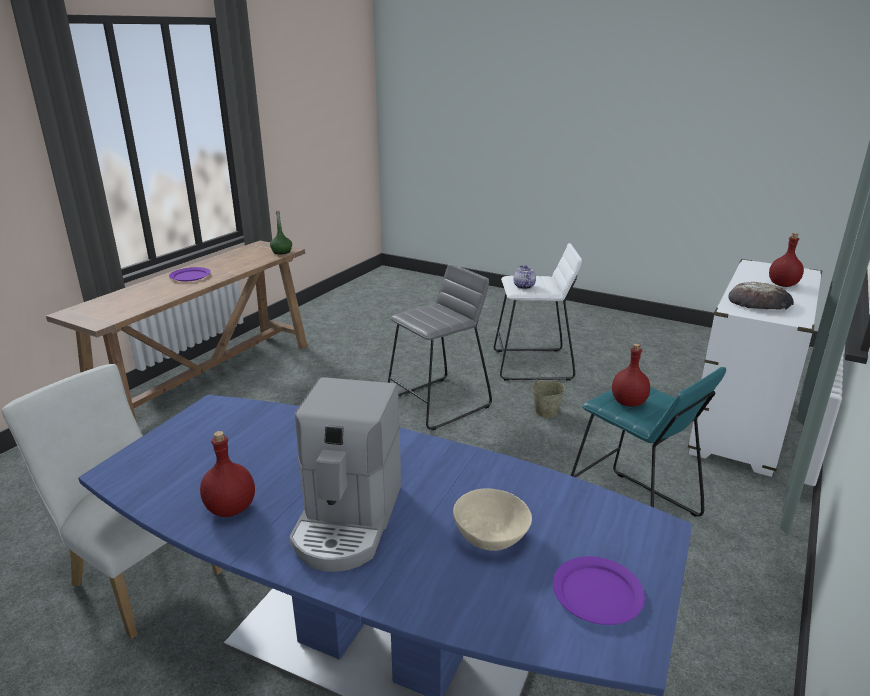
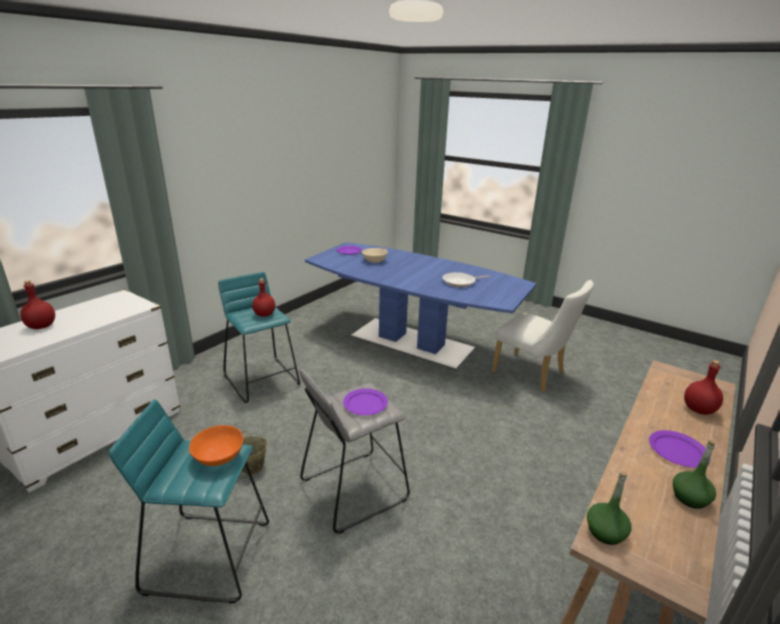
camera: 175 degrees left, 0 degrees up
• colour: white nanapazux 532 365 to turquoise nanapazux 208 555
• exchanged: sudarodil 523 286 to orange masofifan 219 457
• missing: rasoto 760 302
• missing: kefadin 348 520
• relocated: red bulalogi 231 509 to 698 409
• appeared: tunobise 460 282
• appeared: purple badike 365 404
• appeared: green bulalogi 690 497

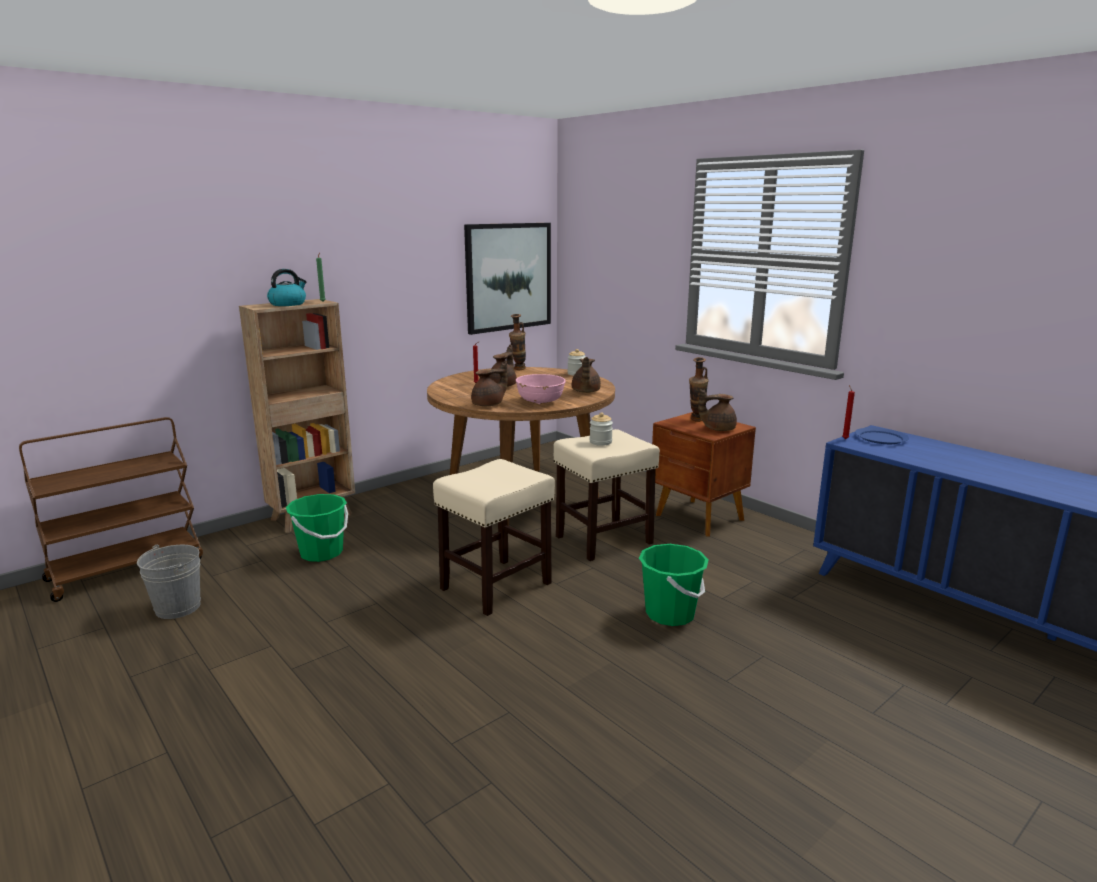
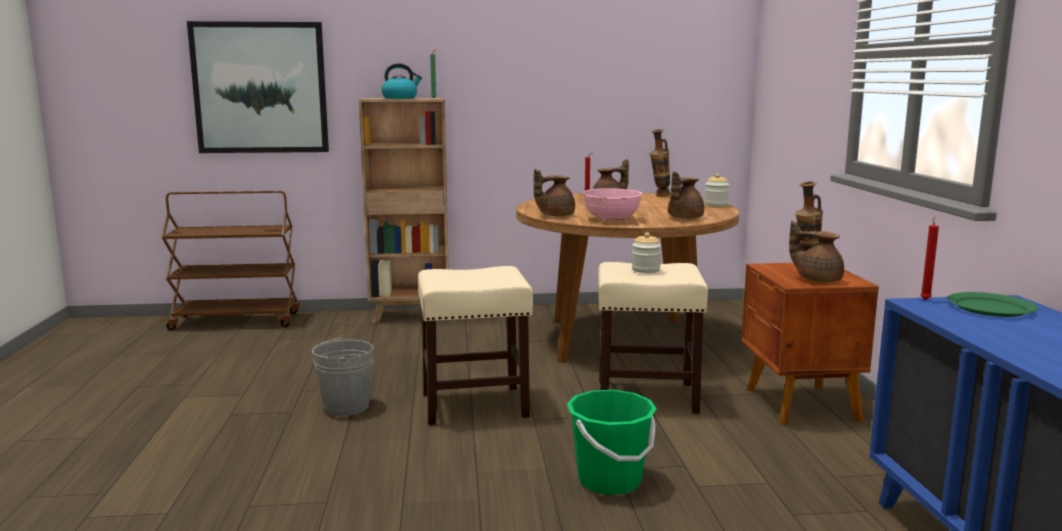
camera: 35 degrees right, 5 degrees down
• relocated: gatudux 508 277 to 260 88
• spun: brown sudarodil 489 404 = 555 215 150 degrees clockwise
• colour: blue badike 880 438 to green badike 990 308
• missing: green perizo 321 553
• relocated: grey perizo 178 607 to 346 407

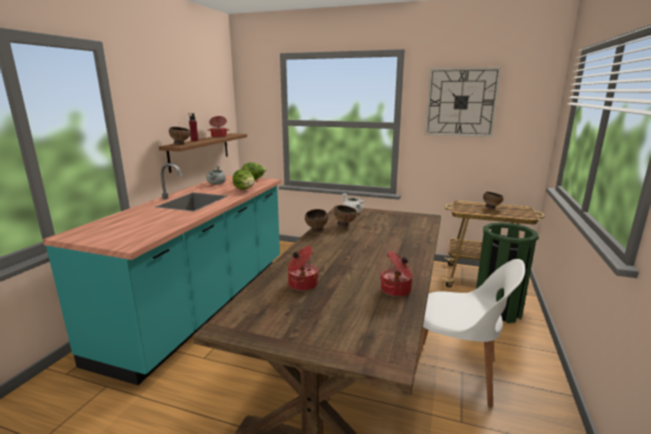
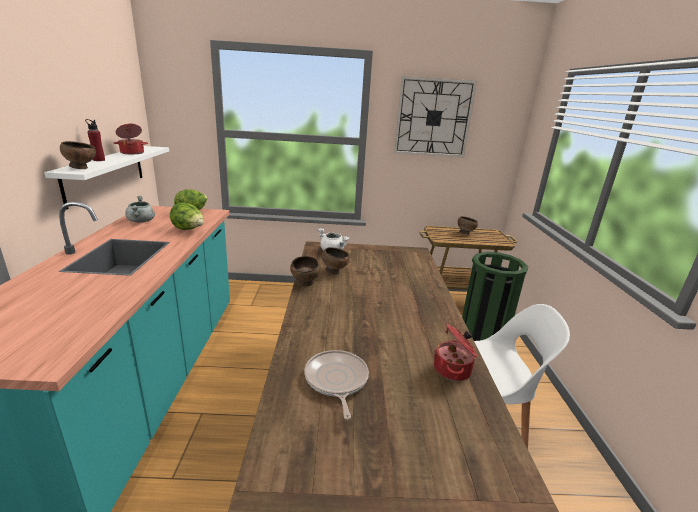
camera: 20 degrees left, 5 degrees up
• colour: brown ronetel 200 151 to white ronetel 105 174
• exchanged: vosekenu 302 284 to tunobise 336 380

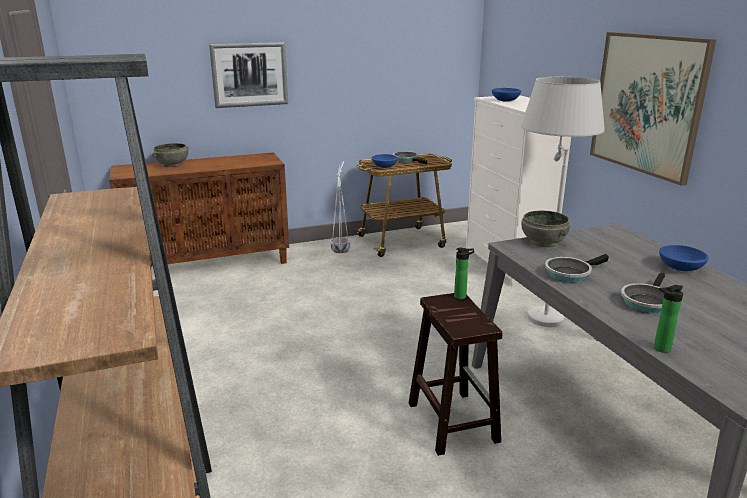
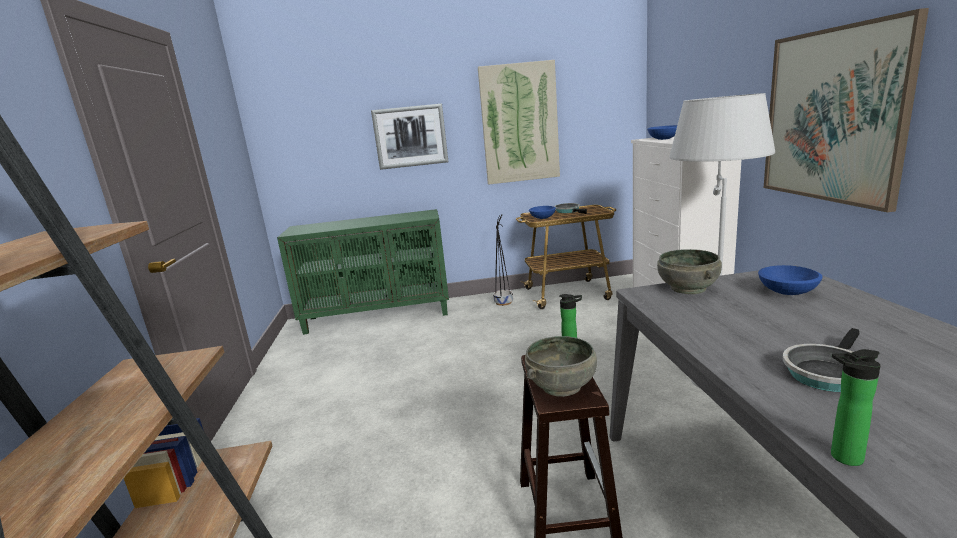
camera: 15 degrees right, 5 degrees down
• relocated: grey masofifan 172 165 to 562 386
• colour: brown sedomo 210 264 to green sedomo 378 316
• colour: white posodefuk 341 250 to black posodefuk 504 302
• relocated: blue masofifan 681 268 to 788 292
• missing: tunobise 570 273
• appeared: gatudux 519 123

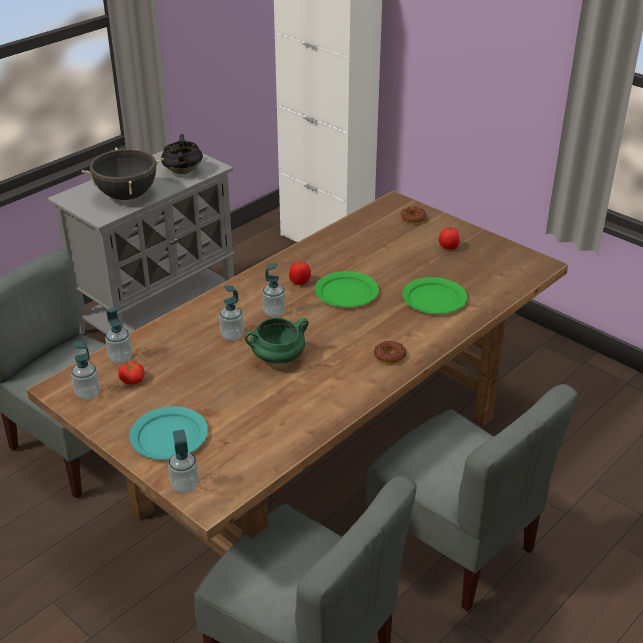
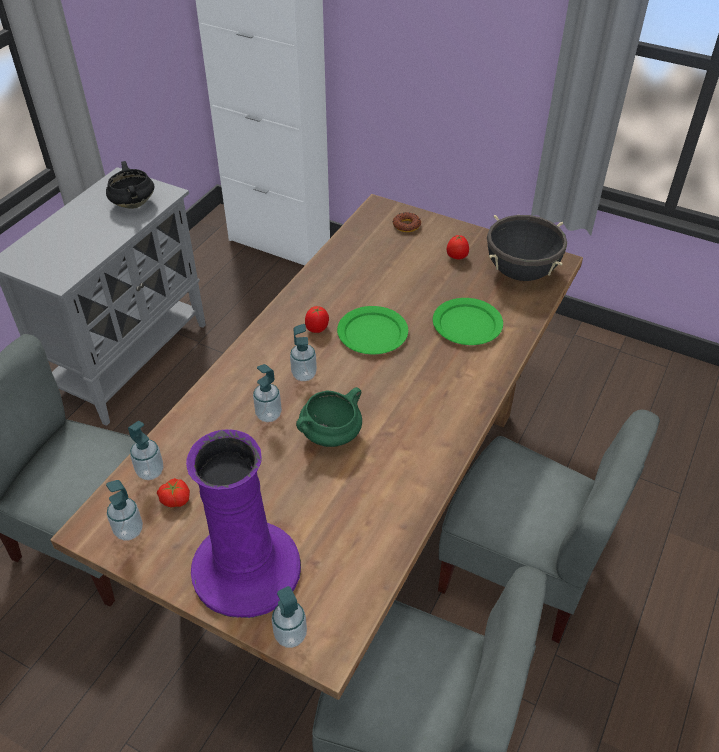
camera: 15 degrees left, 10 degrees up
• relocated: black vosekenu 127 196 to 521 272
• missing: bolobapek 389 355
• exchanged: turquoise badike 170 436 to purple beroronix 247 569

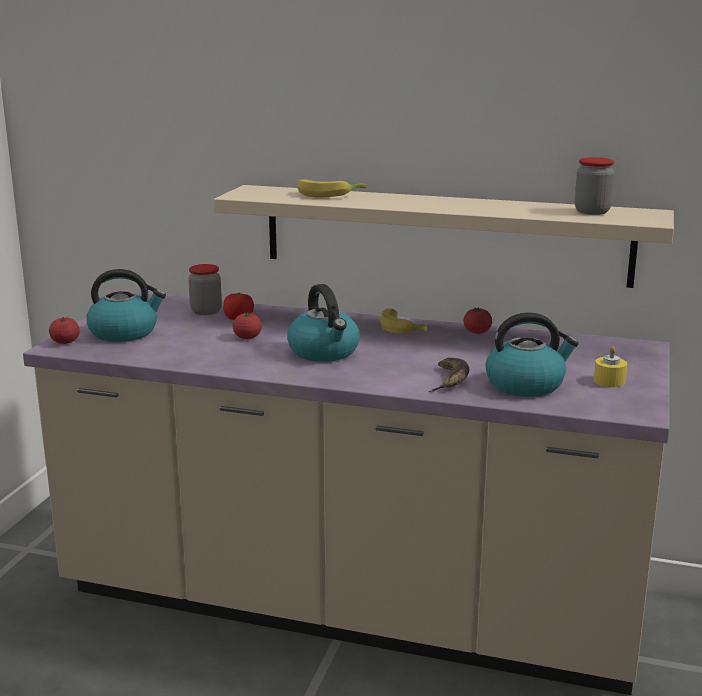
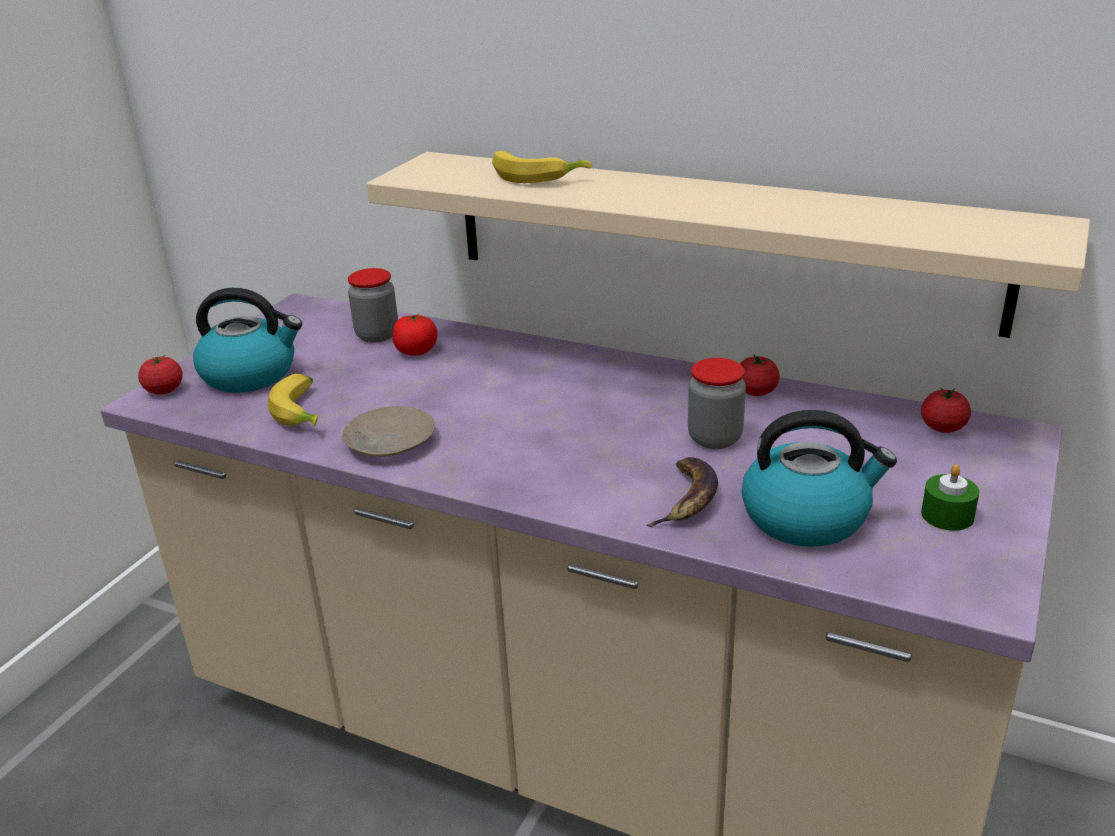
camera: 10 degrees right, 10 degrees up
• relocated: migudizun 592 211 to 714 438
• missing: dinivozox 324 352
• relocated: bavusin 403 329 to 304 412
• relocated: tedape 247 337 to 943 427
• colour: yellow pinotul 609 381 to green pinotul 947 515
• appeared: beige badike 389 442

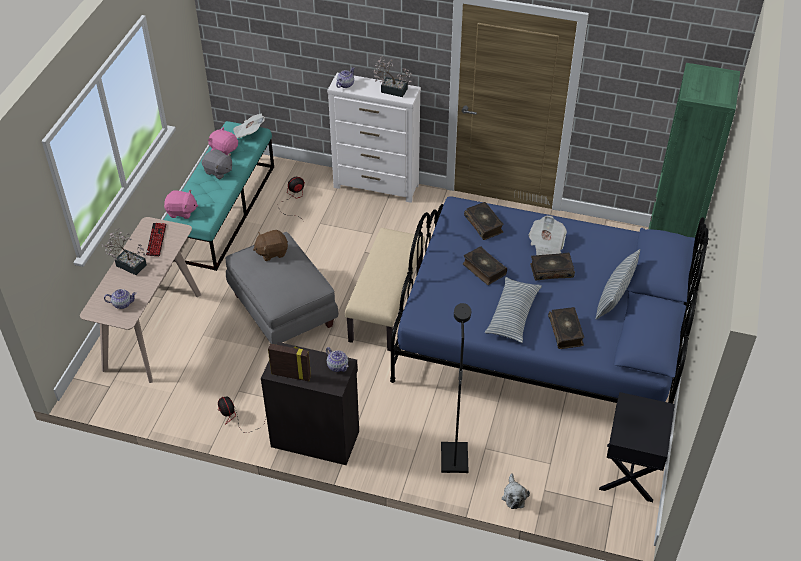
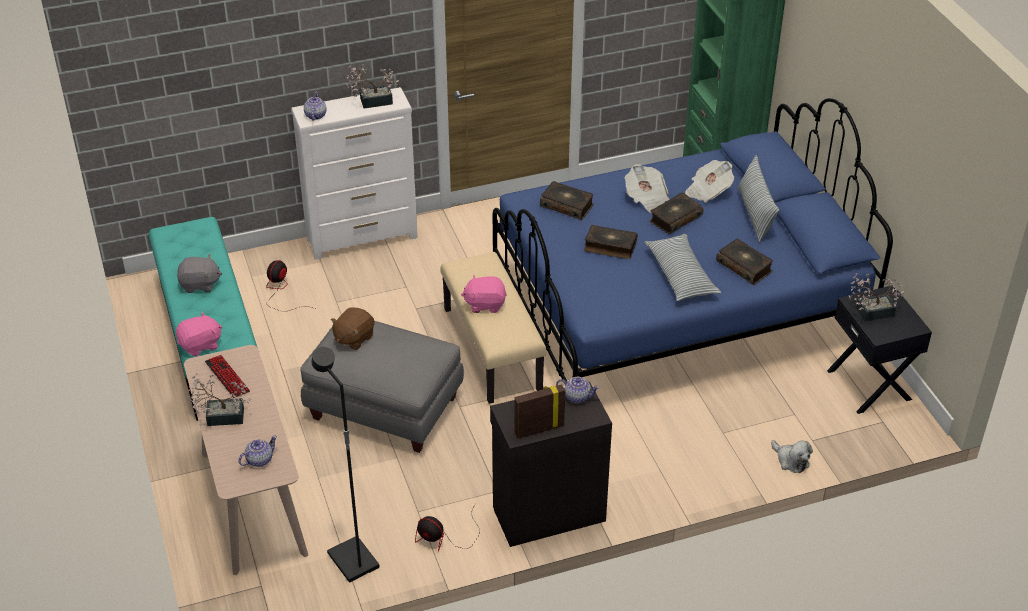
camera: 35 degrees left, 5 degrees down
• relocated: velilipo 249 133 to 708 191
• relocated: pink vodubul 224 150 to 485 304
• relocated: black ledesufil 453 458 to 352 561
• appeared: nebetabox 870 312

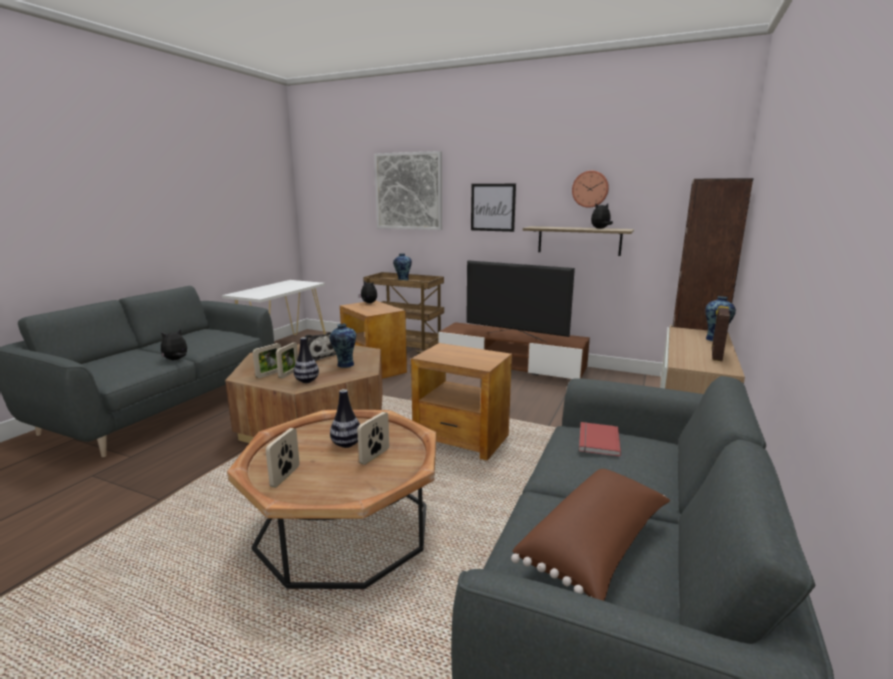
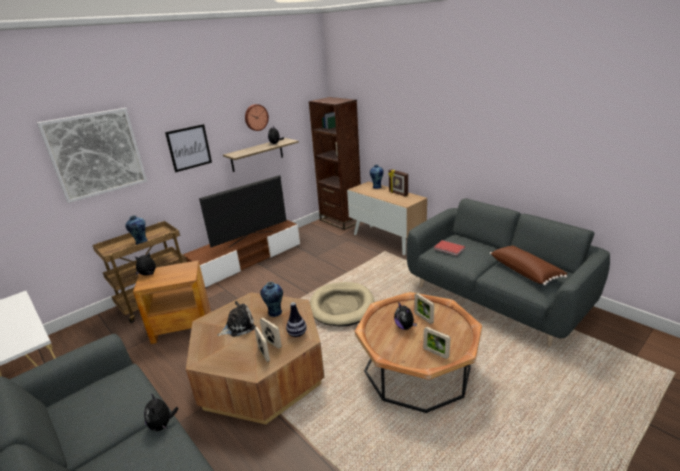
camera: 65 degrees left, 10 degrees up
• exchanged: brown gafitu 461 439 to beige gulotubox 342 306
• exchanged: beroronix 346 444 to vodubul 405 327

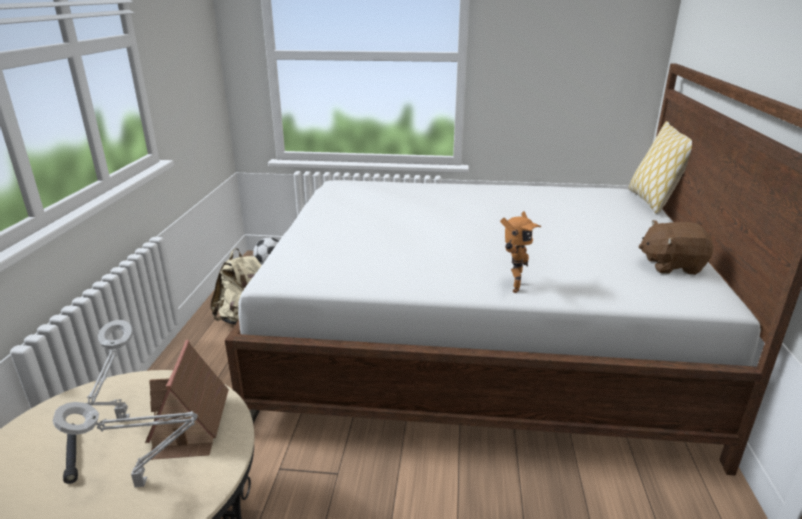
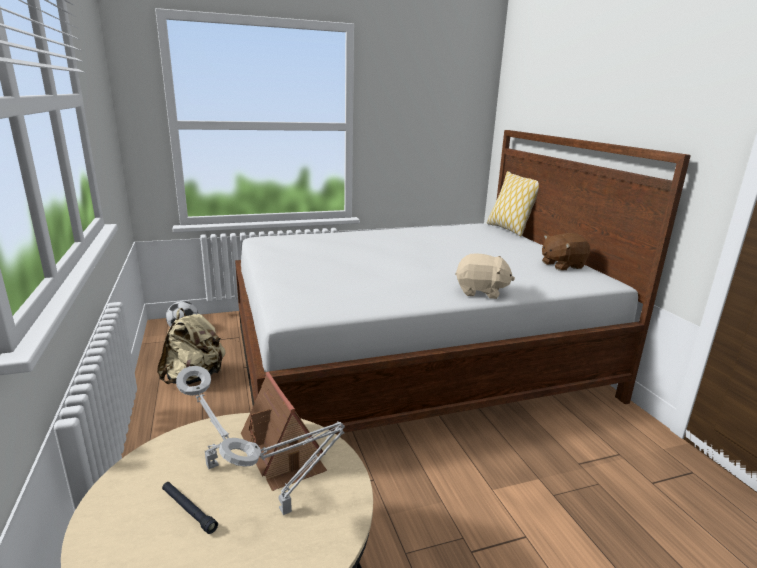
camera: 25 degrees left, 5 degrees down
• exchanged: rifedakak 512 287 to beige vodubul 481 292

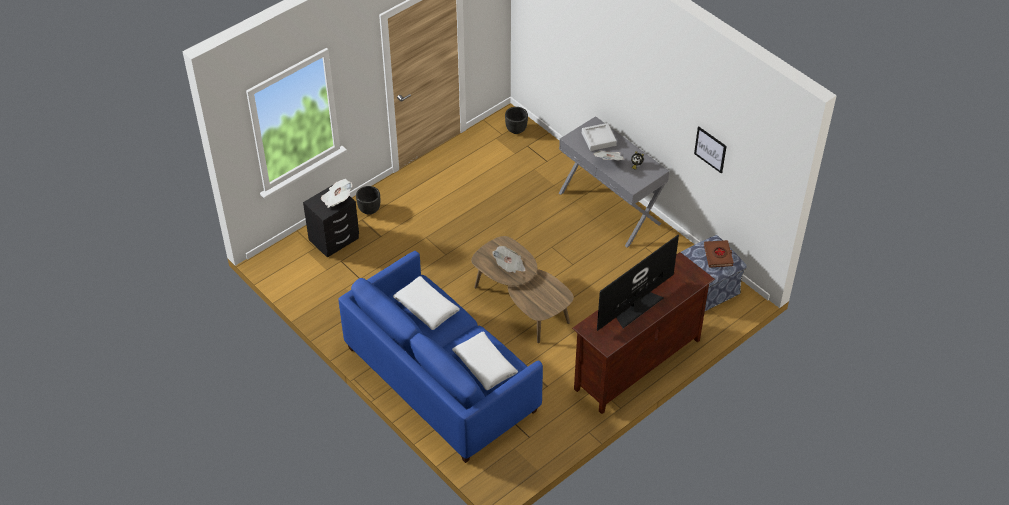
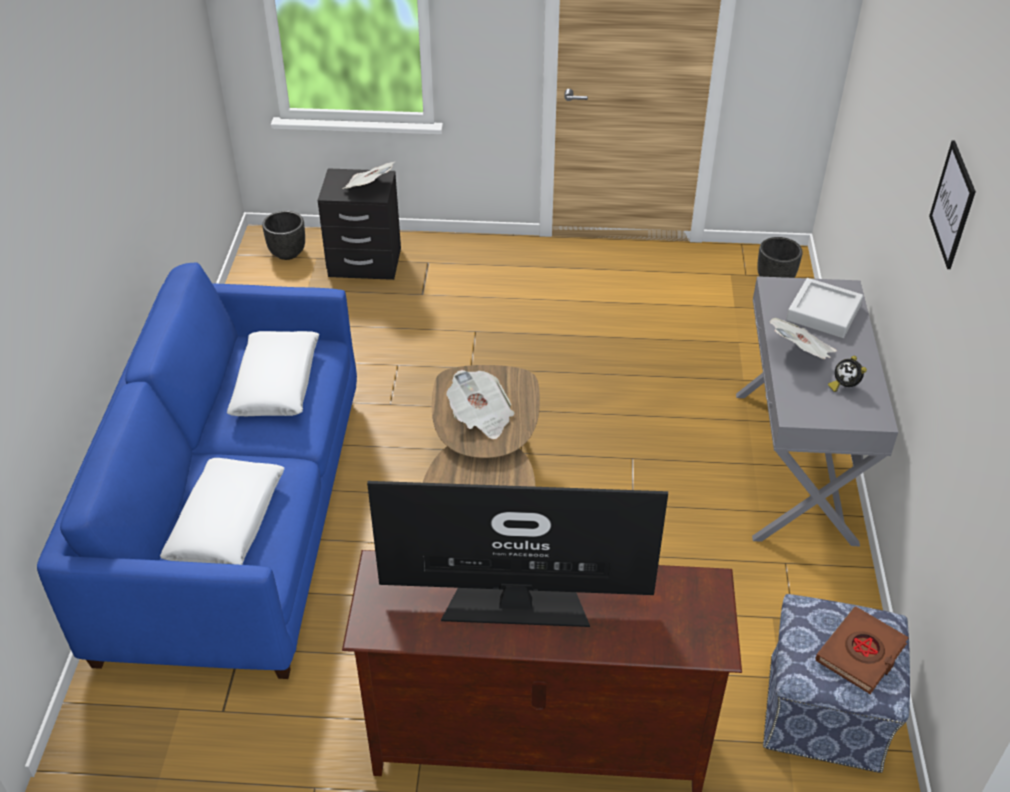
camera: 45 degrees right, 5 degrees down
• relocated: gatudux 710 149 to 952 204
• relocated: black posodefuk 369 209 to 288 253

